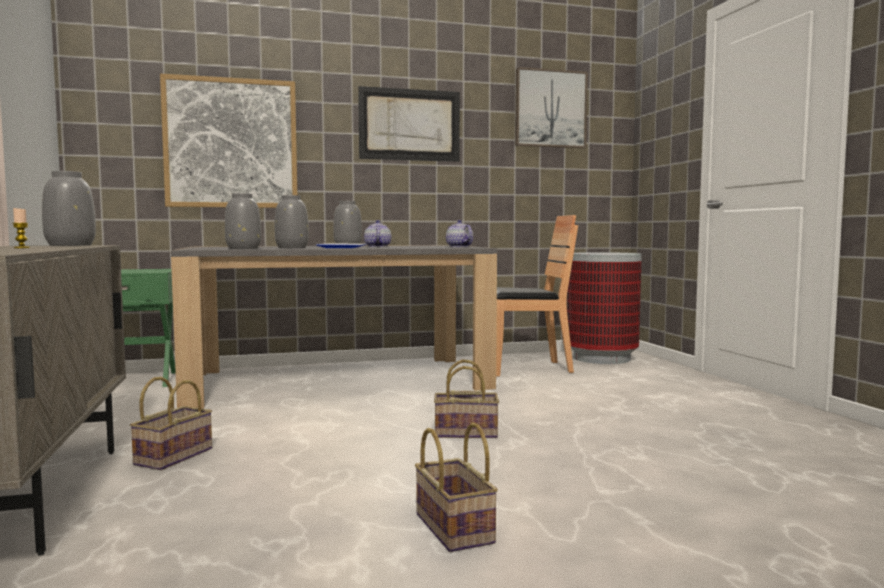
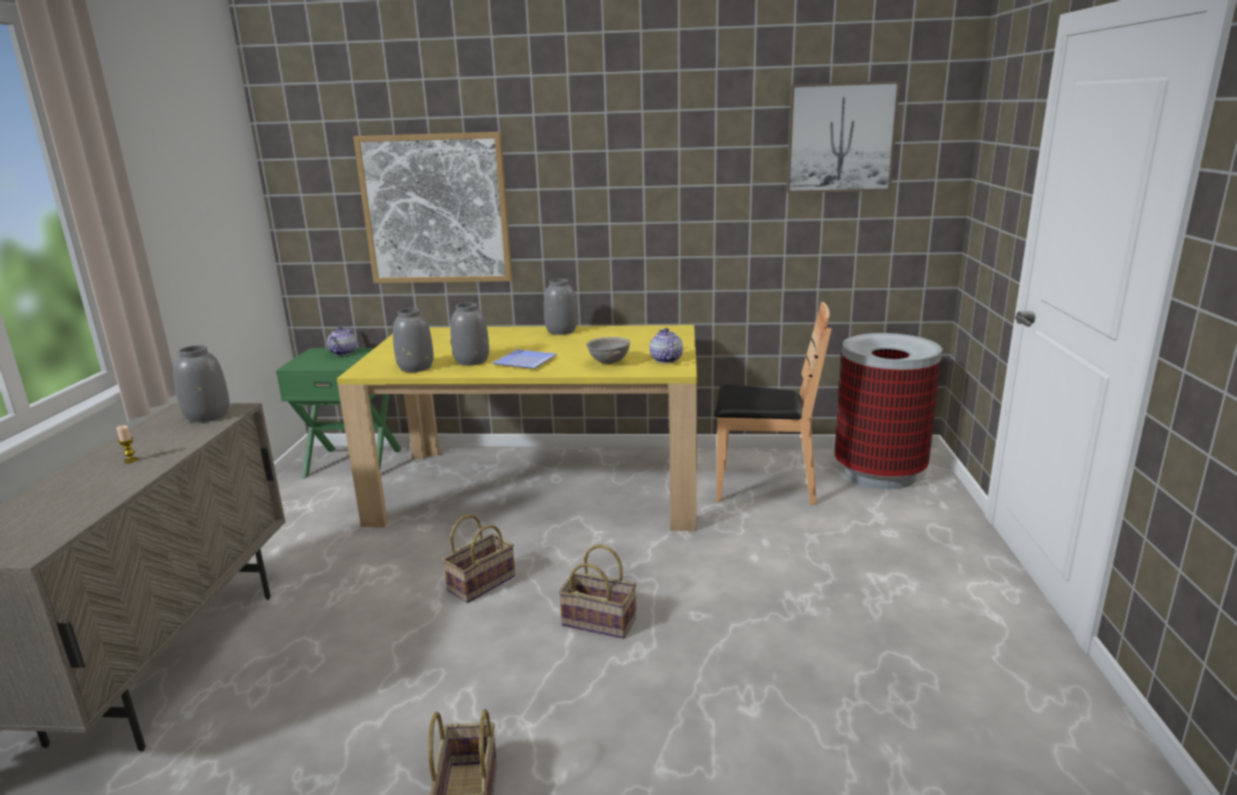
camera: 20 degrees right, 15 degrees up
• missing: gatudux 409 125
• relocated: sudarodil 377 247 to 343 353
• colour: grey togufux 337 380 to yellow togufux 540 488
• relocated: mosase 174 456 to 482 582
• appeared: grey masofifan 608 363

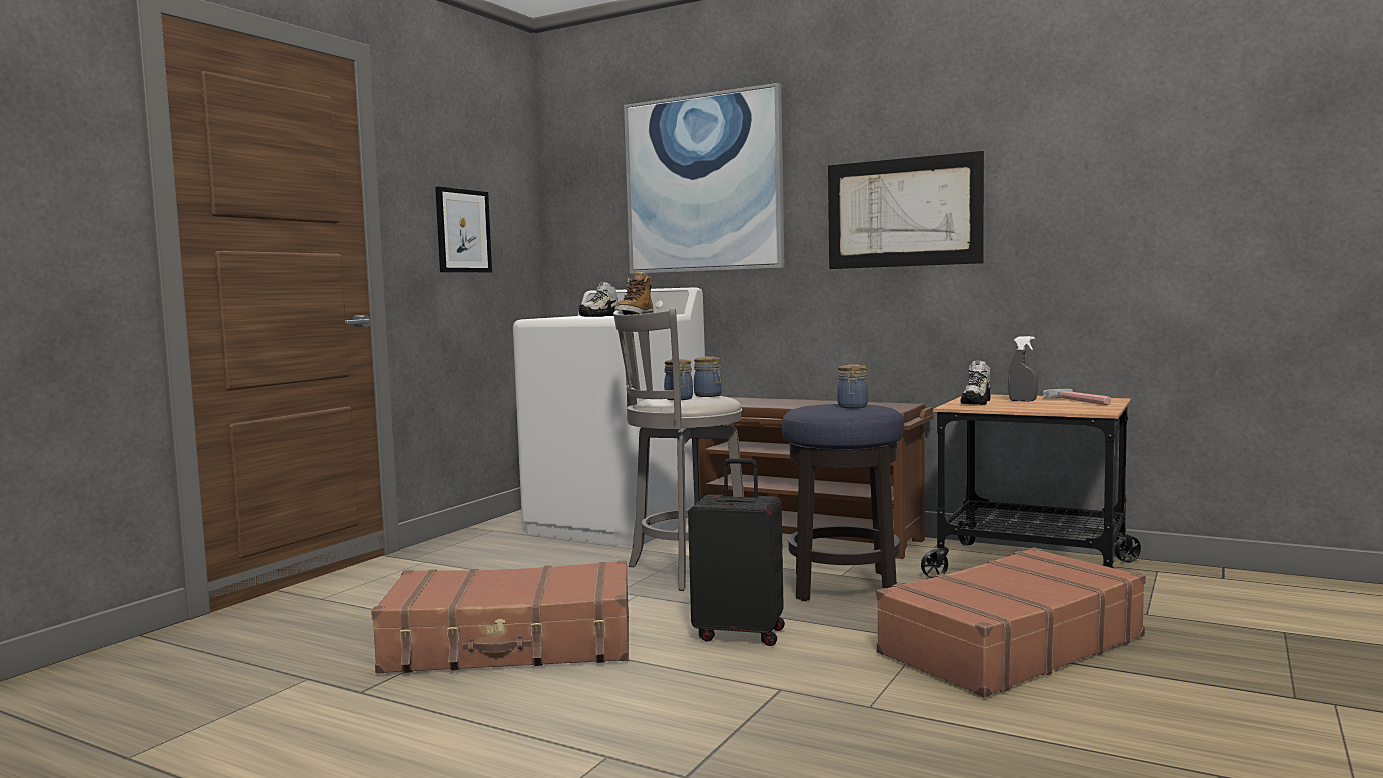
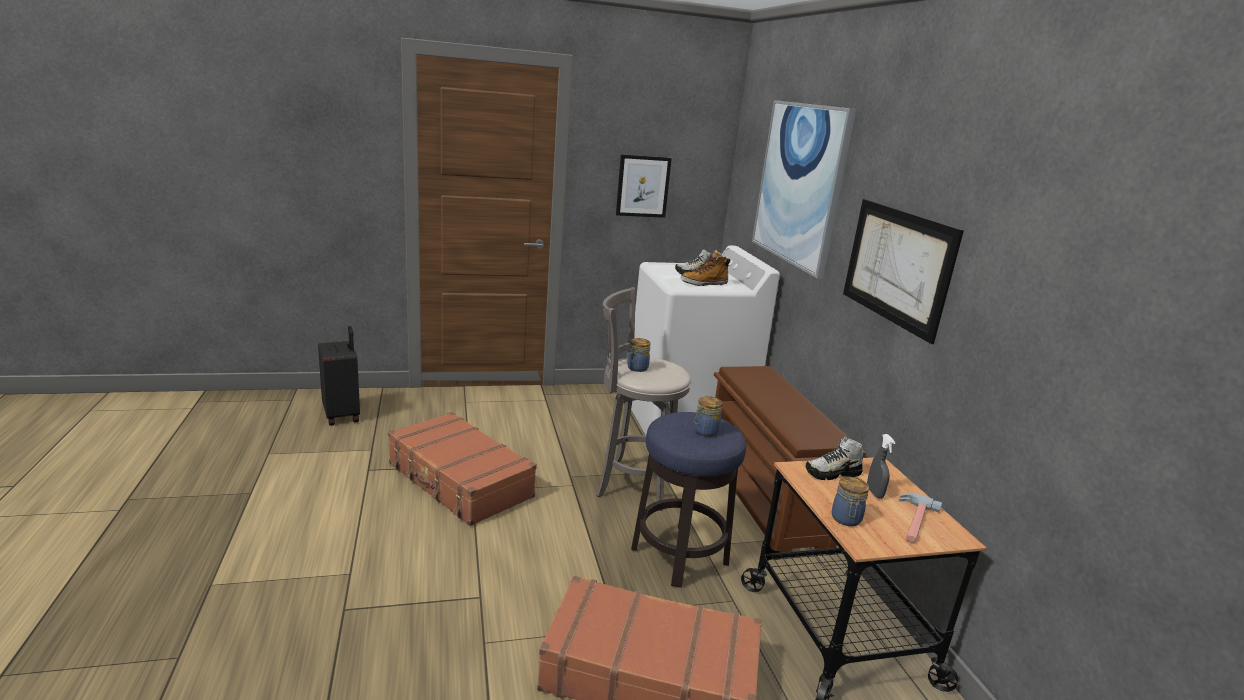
camera: 45 degrees right, 15 degrees up
• relocated: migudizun 709 395 to 846 519
• relocated: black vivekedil 740 633 to 343 415

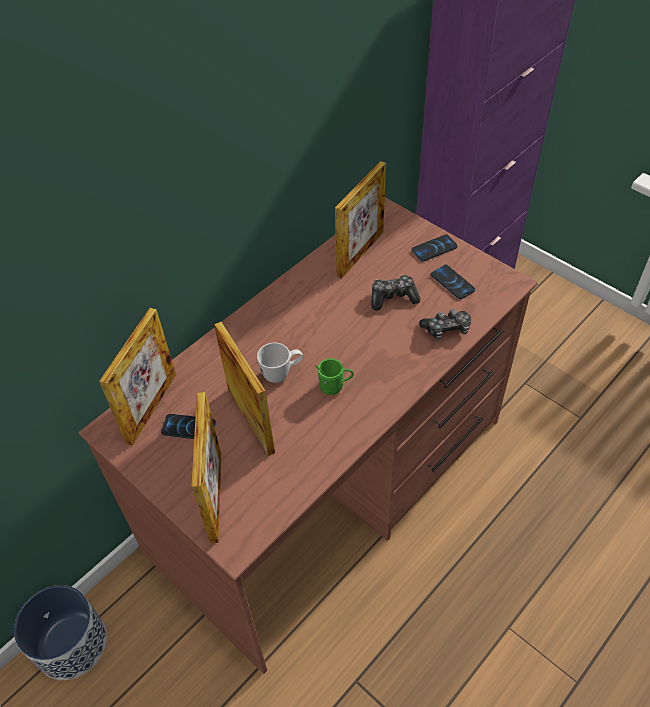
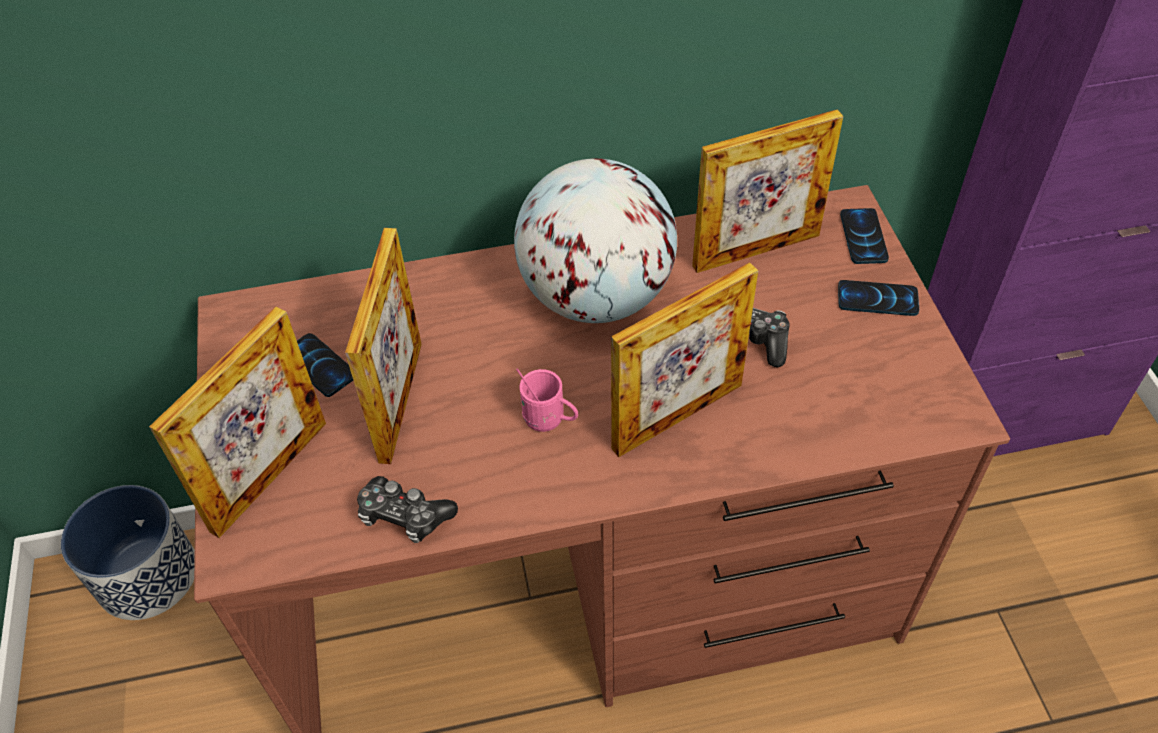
camera: 35 degrees right, 0 degrees up
• relocated: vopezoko 452 282 to 863 237
• relocated: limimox 151 408 to 677 416
• relocated: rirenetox 446 329 to 404 516
• missing: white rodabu 282 373
• colour: green rodabu 335 386 to pink rodabu 549 421
• appeared: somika 596 297

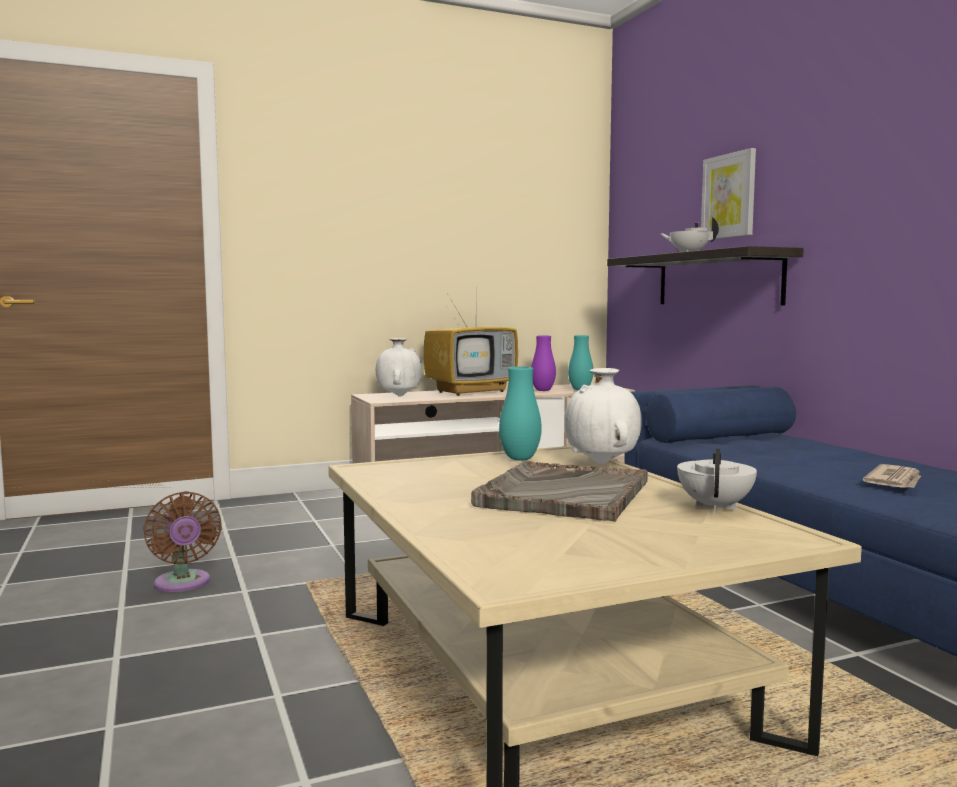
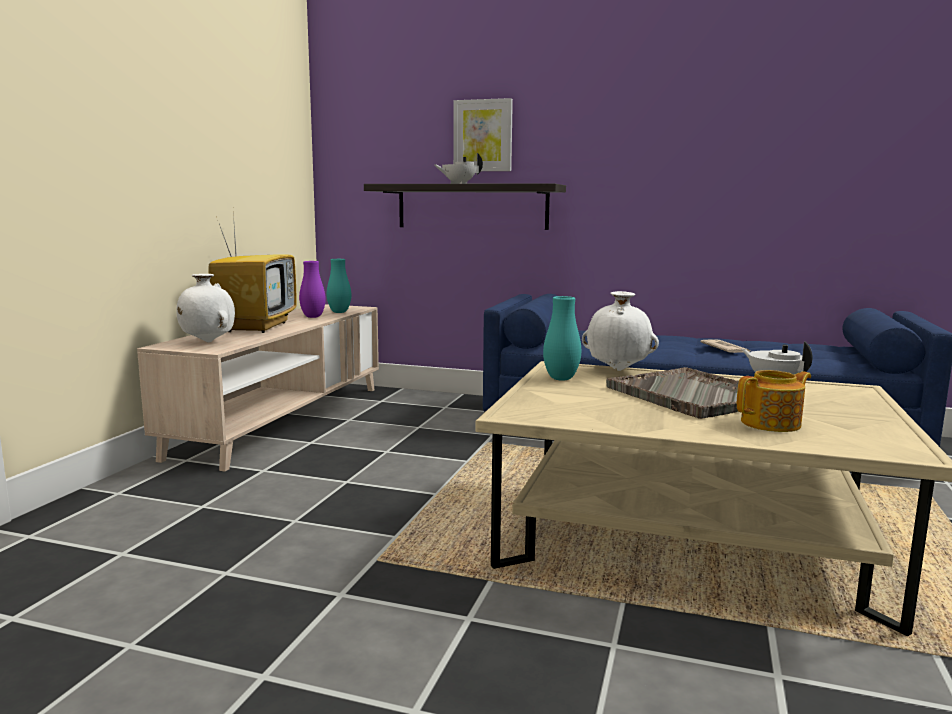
camera: 50 degrees left, 5 degrees up
• missing: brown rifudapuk 183 584
• appeared: sudarodil 772 423

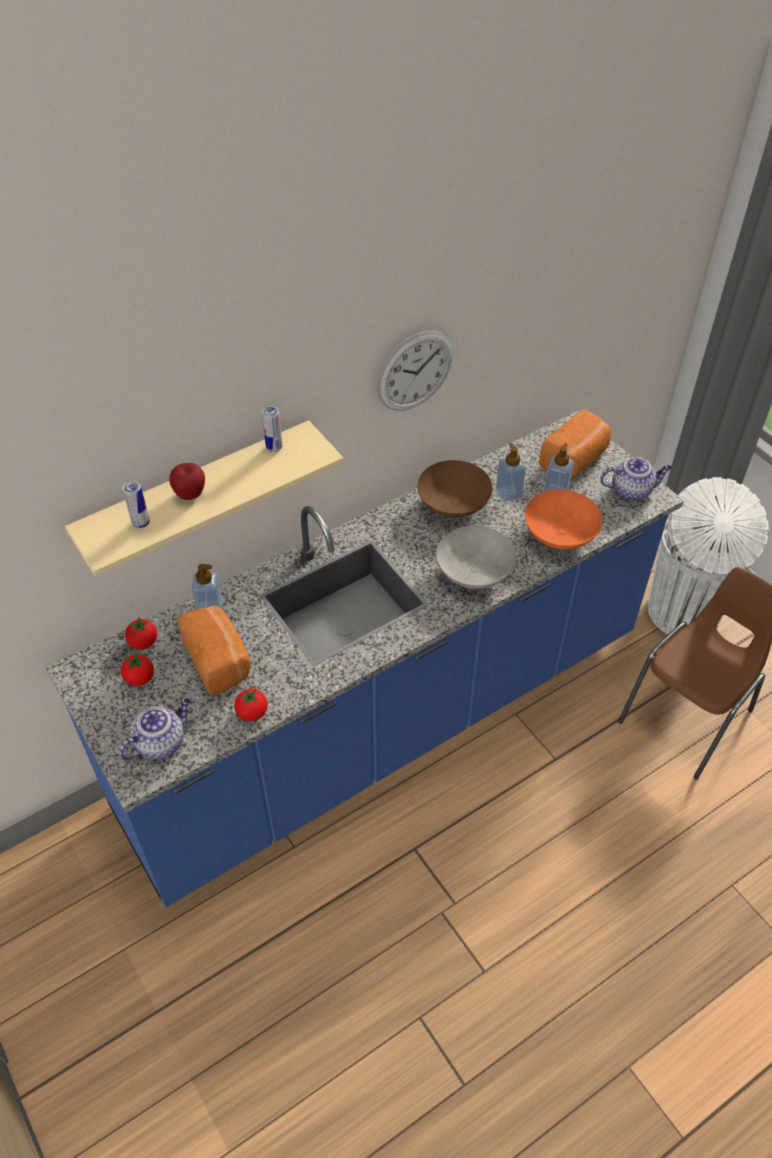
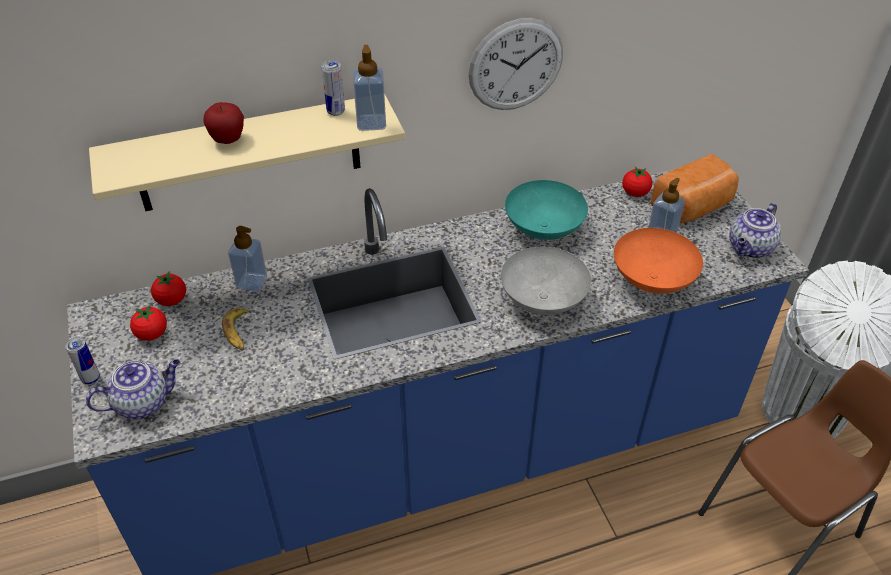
camera: 15 degrees right, 5 degrees down
• relocated: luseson 508 493 to 371 123
• spun: sudarodil 632 490 = 750 248 120 degrees clockwise
• colour: brown masofifan 454 505 to turquoise masofifan 545 228
• relocated: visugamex 141 523 to 91 379
• exchanged: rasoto 219 660 to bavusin 238 333
• relocated: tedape 252 713 to 635 193

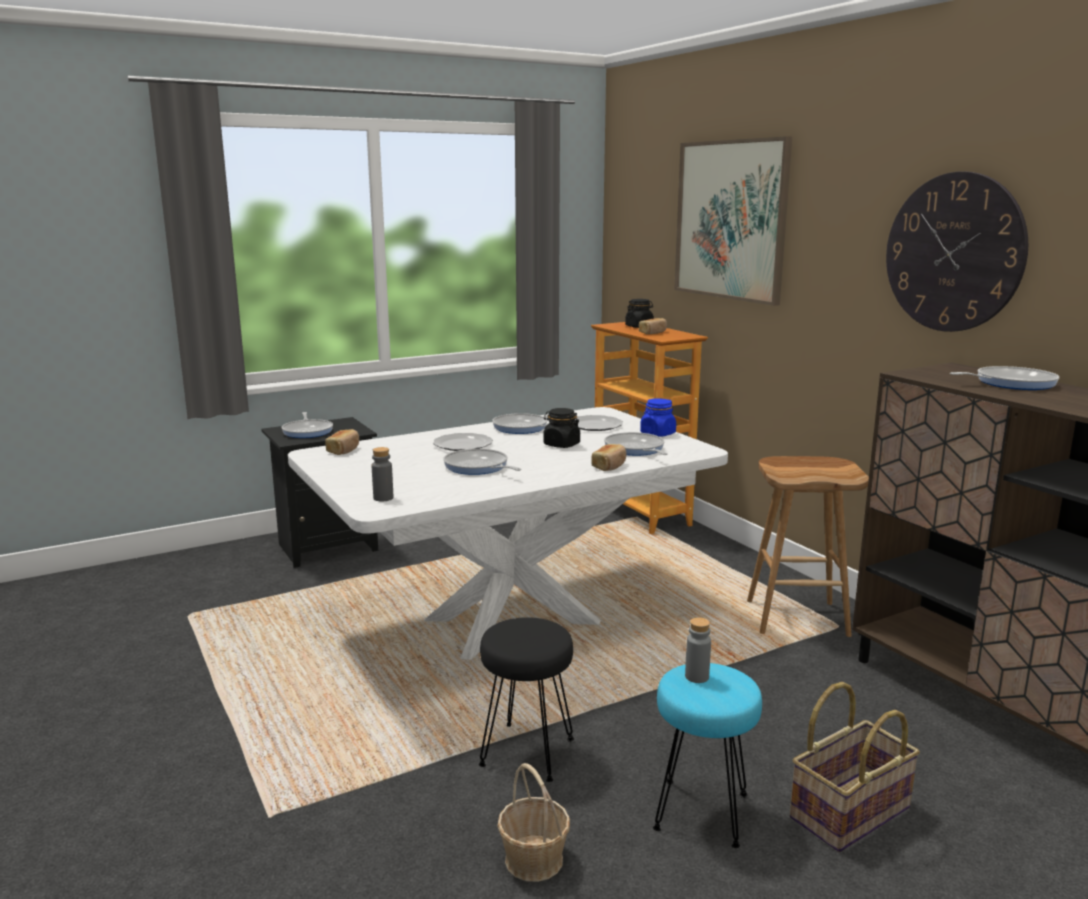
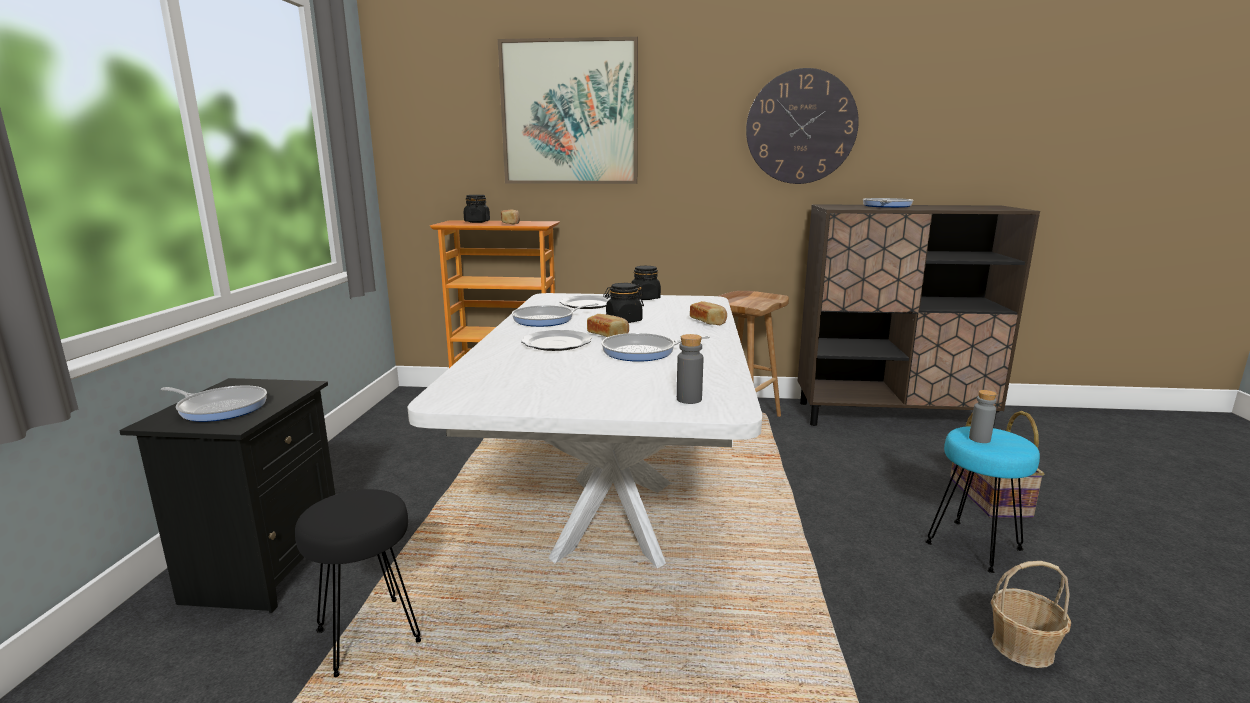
camera: 55 degrees left, 0 degrees up
• colour: blue migudizun 657 434 to black migudizun 645 298
• relocated: rasoto 344 450 to 608 335
• missing: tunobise 635 449
• relocated: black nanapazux 526 753 to 368 638

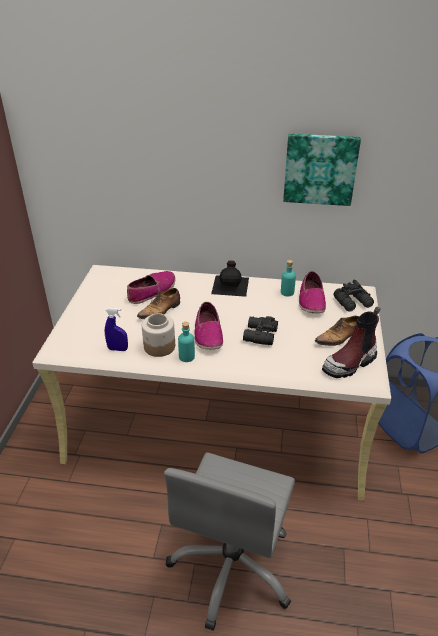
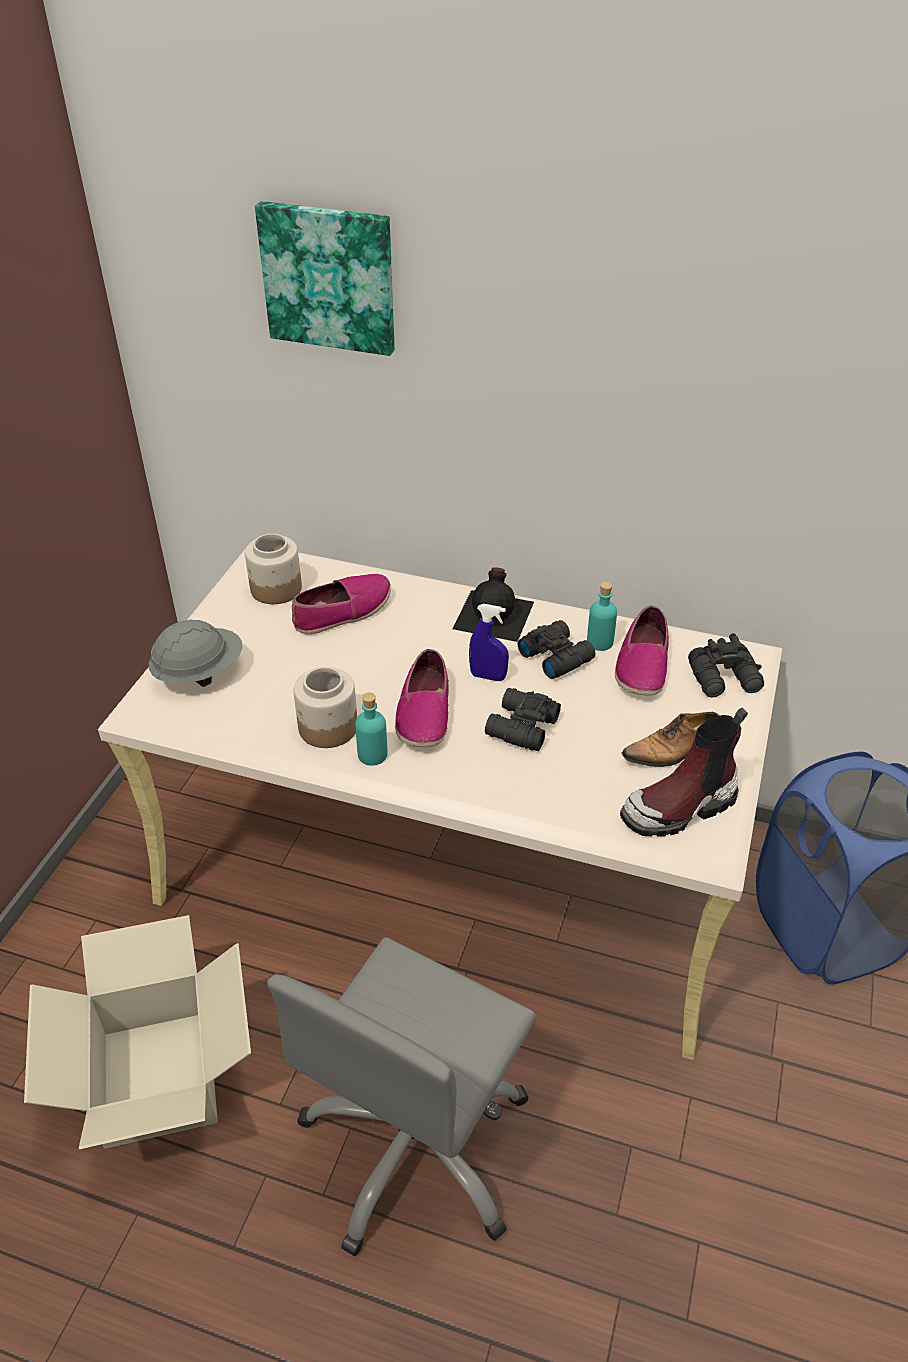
camera: 10 degrees right, 5 degrees up
• relocated: gatudux 320 169 to 329 277
• missing: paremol 160 310
• relocated: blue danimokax 118 349 to 488 676
• appeared: migudizun 276 589
• appeared: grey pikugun 199 673
• appeared: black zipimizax 555 656
• appeared: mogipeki 160 1076

